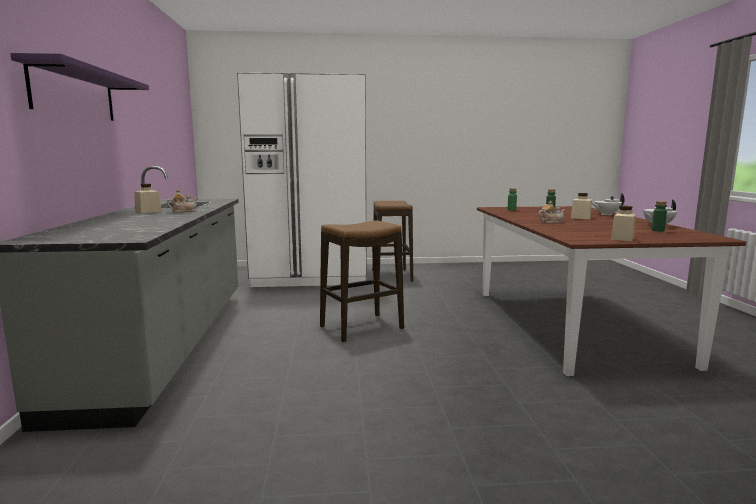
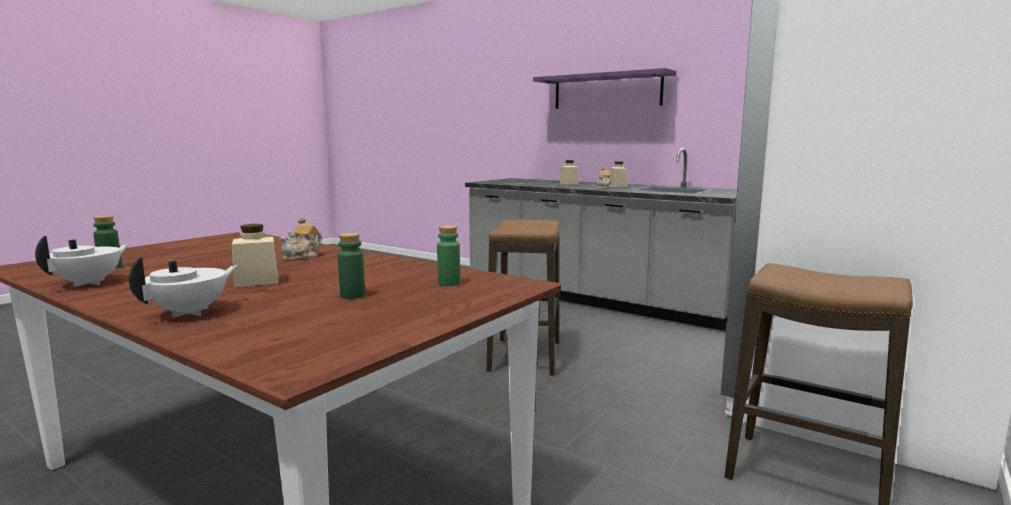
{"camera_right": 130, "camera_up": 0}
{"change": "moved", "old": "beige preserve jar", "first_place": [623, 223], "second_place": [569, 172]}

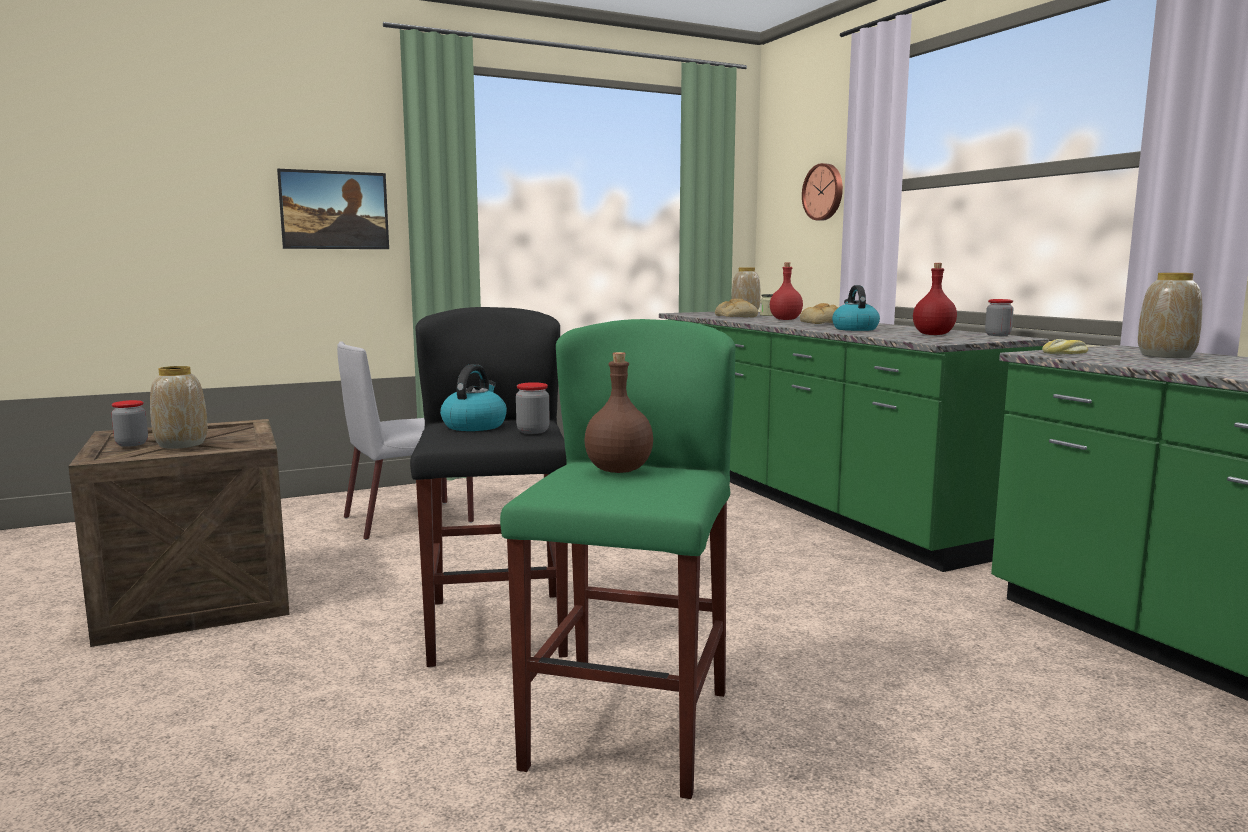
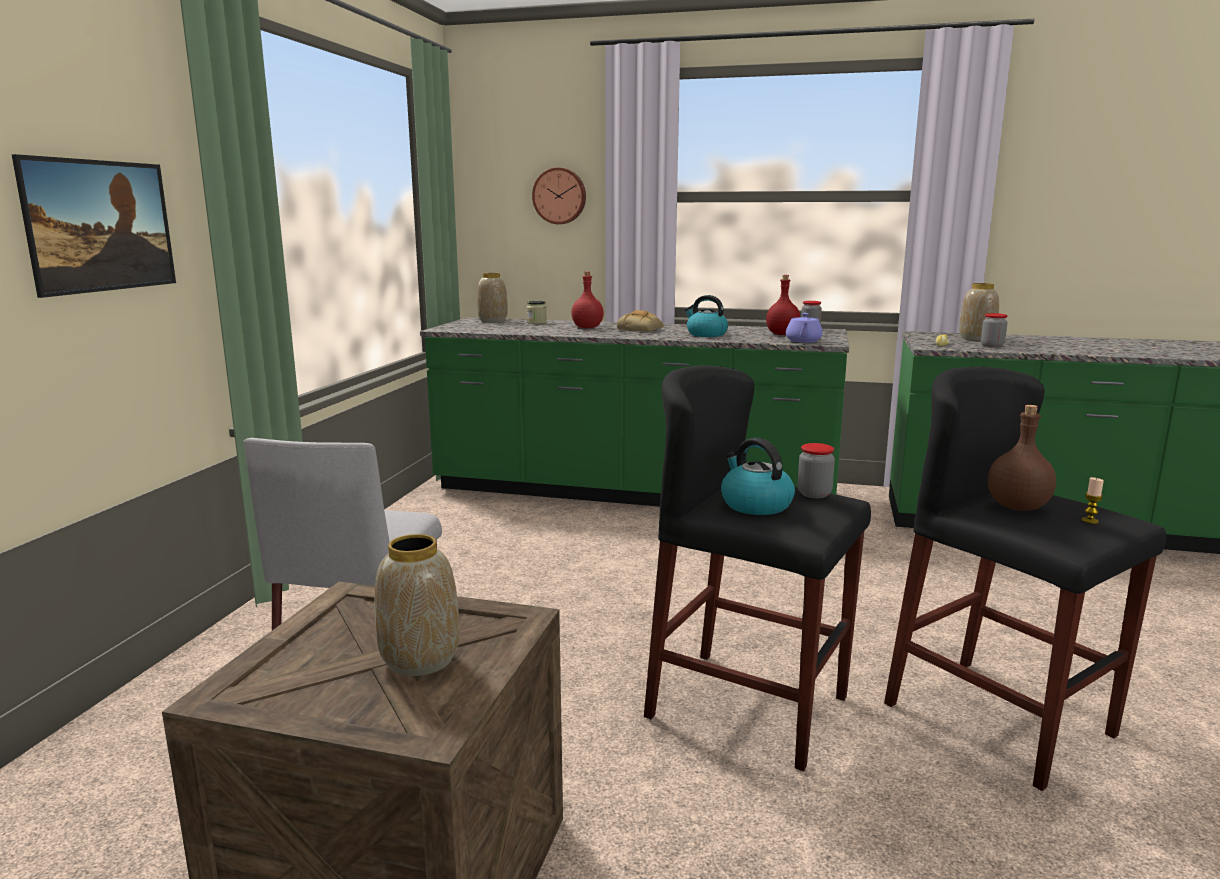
{"camera_right": -50, "camera_up": 5}
{"change": "moved", "old": "preserve jar", "first_place": [129, 423], "second_place": [994, 330]}
{"change": "recoloured", "old": "green sitting stool", "new": "black-coloured sitting stool", "first_place": [617, 559], "second_place": [1025, 578]}
{"change": "removed", "old": "bakery bread", "first_place": [736, 308]}
{"change": "added", "new": "purple teapot", "second_place": [804, 328]}
{"change": "added", "new": "candle", "second_place": [1092, 500]}

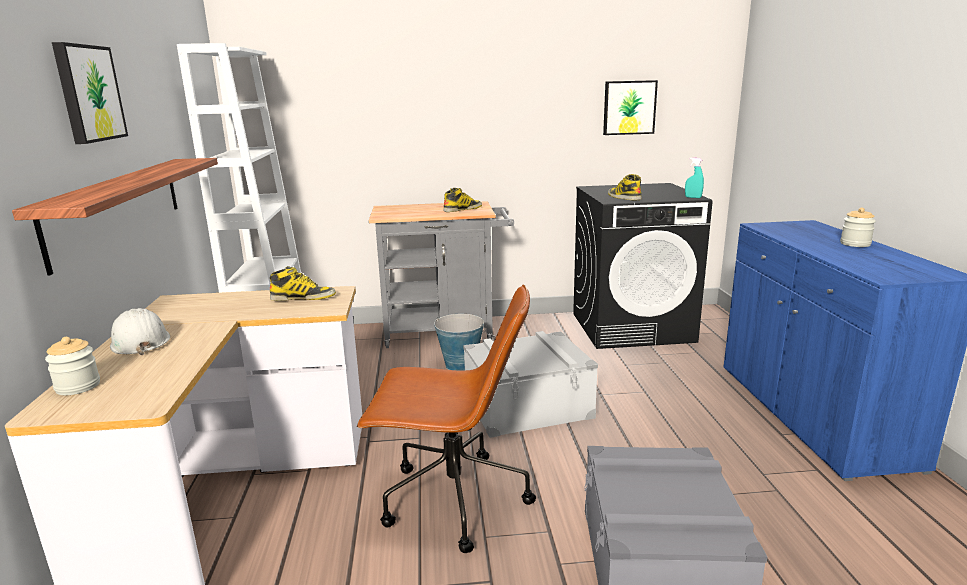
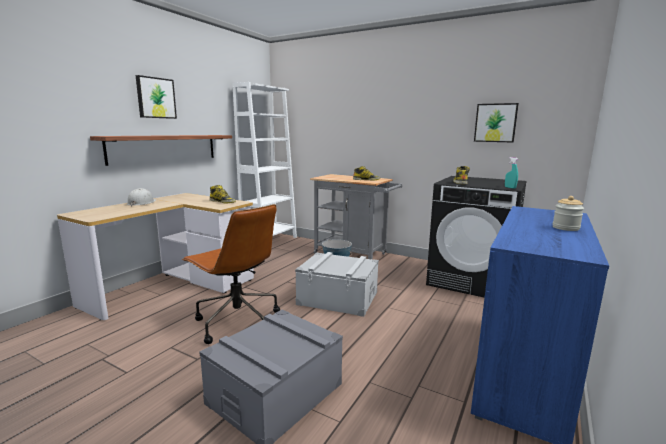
{"camera_right": 35, "camera_up": -5}
{"change": "removed", "old": "preserve jar", "first_place": [72, 366]}

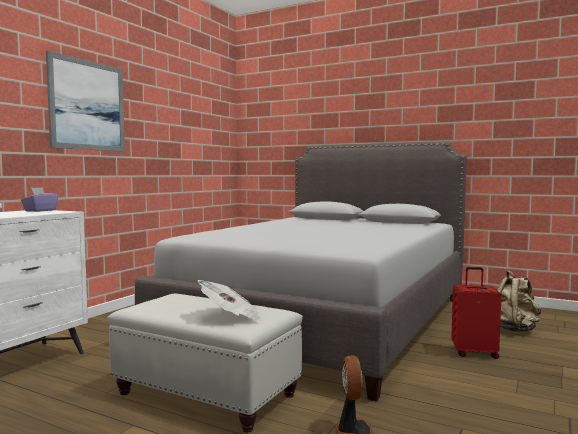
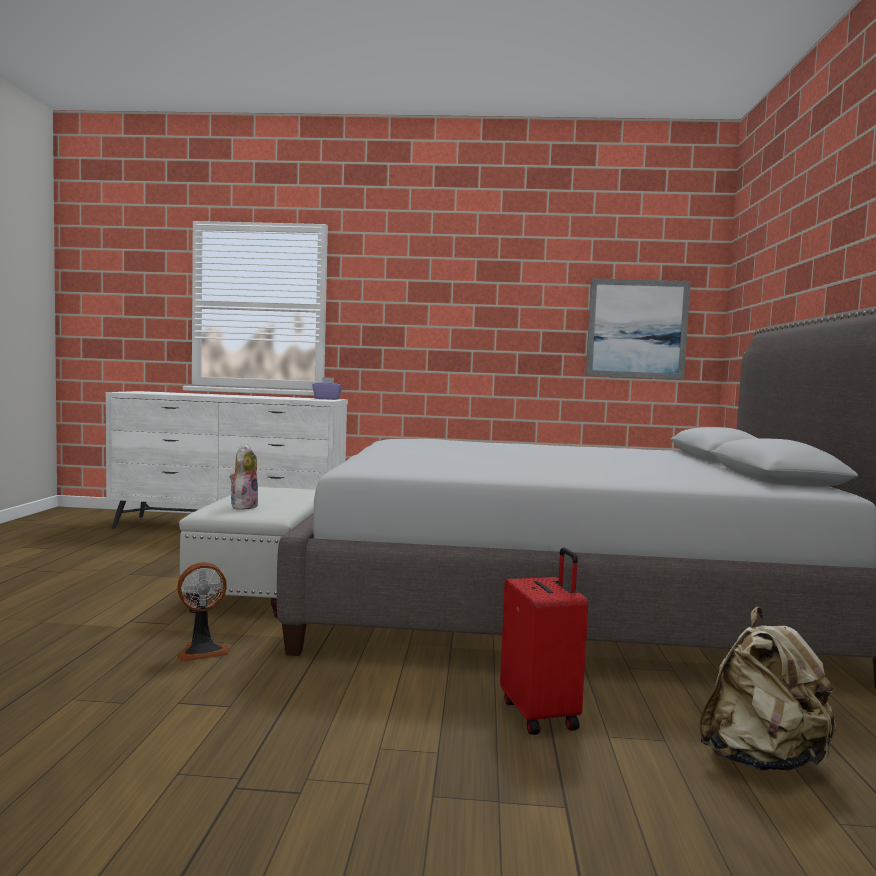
{"camera_right": 65, "camera_up": 0}
{"change": "moved", "old": "wall art", "first_place": [85, 101], "second_place": [638, 328]}
{"change": "replaced", "old": "printed paper", "new": "cuddly toy", "first_place": [229, 300], "second_place": [244, 477]}

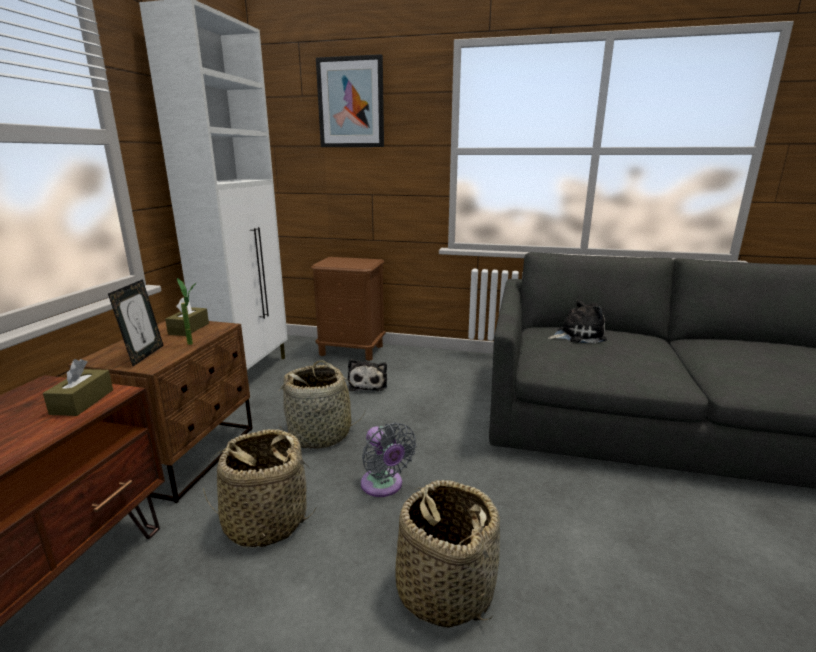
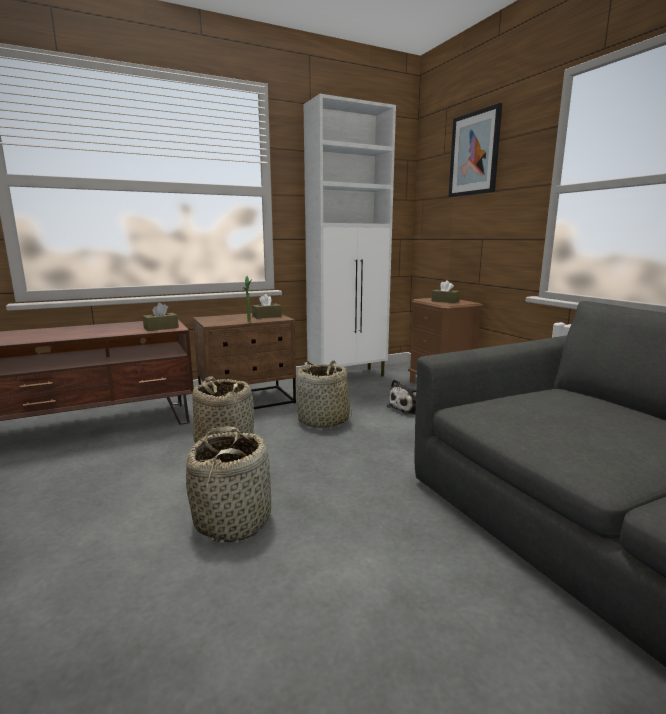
{"camera_right": 50, "camera_up": -5}
{"change": "removed", "old": "photo frame", "first_place": [136, 322]}
{"change": "removed", "old": "grey electric fan", "first_place": [388, 459]}
{"change": "removed", "old": "cuddly toy", "first_place": [577, 322]}
{"change": "added", "new": "brown tissue holder", "second_place": [446, 291]}

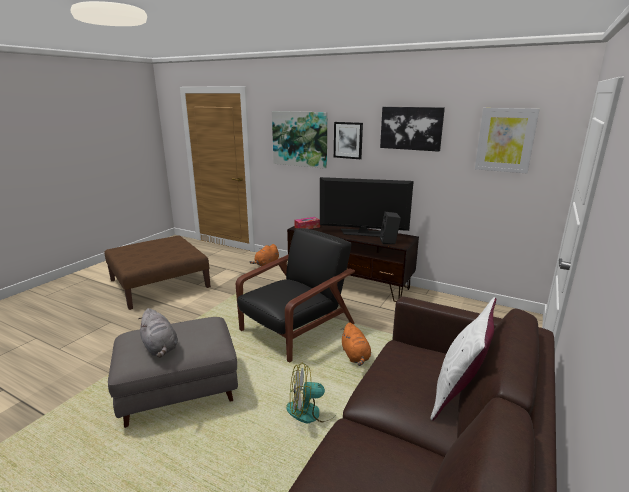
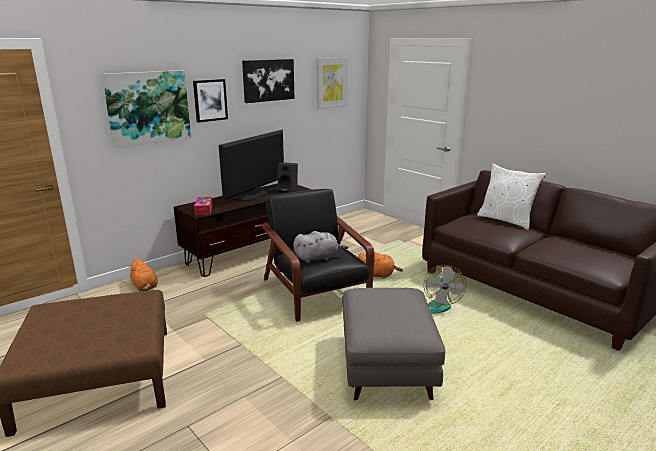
{"camera_right": -70, "camera_up": 0}
{"change": "moved", "old": "grey cuddly toy", "first_place": [158, 333], "second_place": [320, 247]}

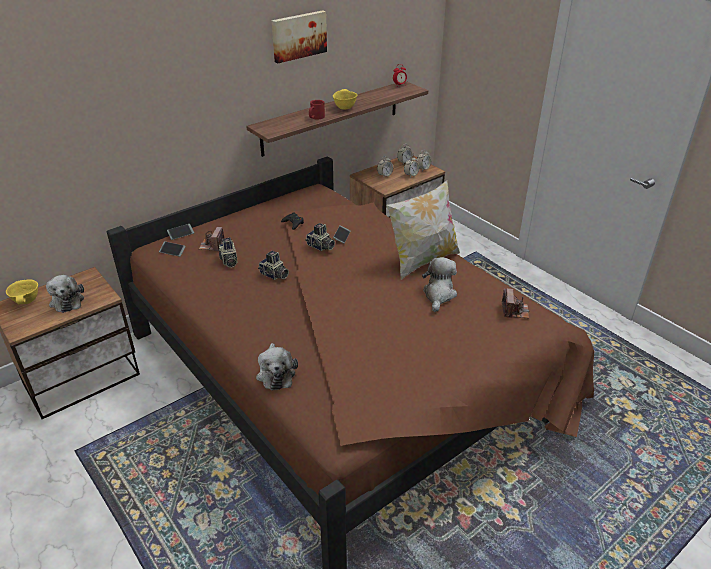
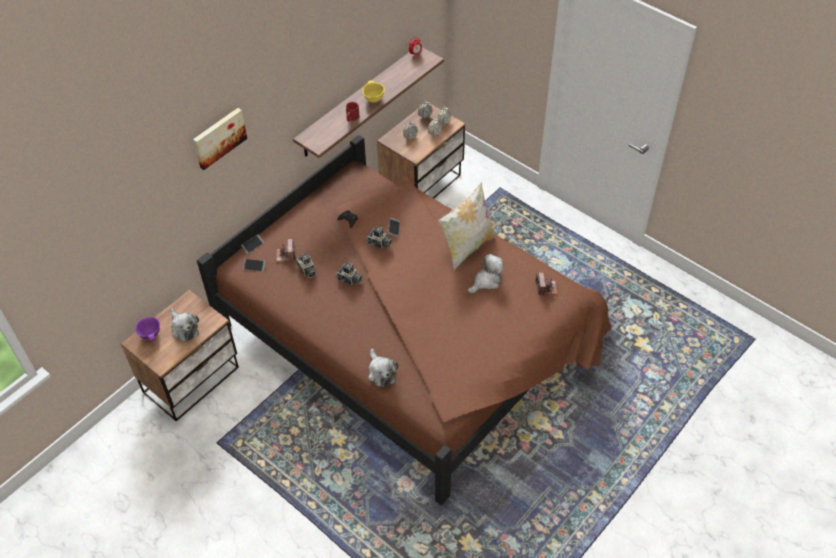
{"camera_right": -10, "camera_up": 15}
{"change": "recoloured", "old": "yellow bowl", "new": "purple bowl", "first_place": [22, 291], "second_place": [147, 329]}
{"change": "moved", "old": "wall art", "first_place": [299, 36], "second_place": [220, 139]}
{"change": "turned", "old": "cuddly toy", "first_place": [439, 284], "second_place": [486, 273], "degrees": 45}

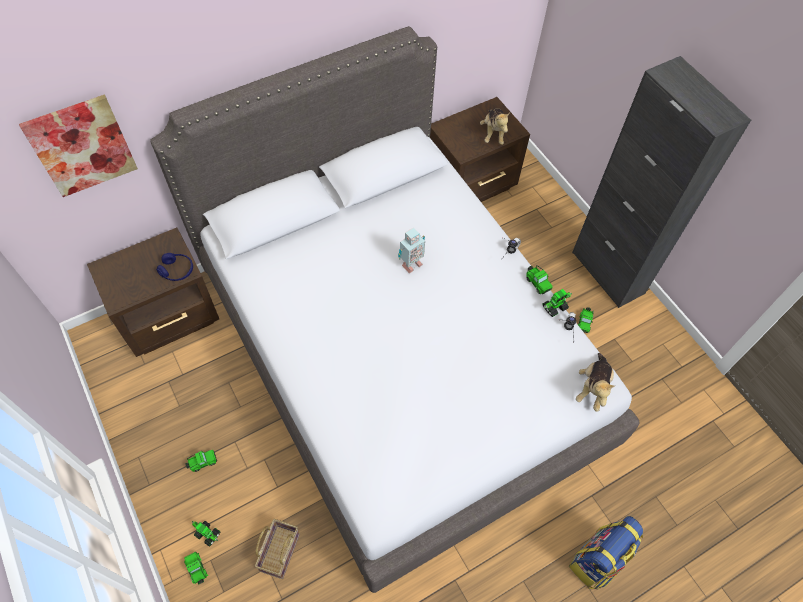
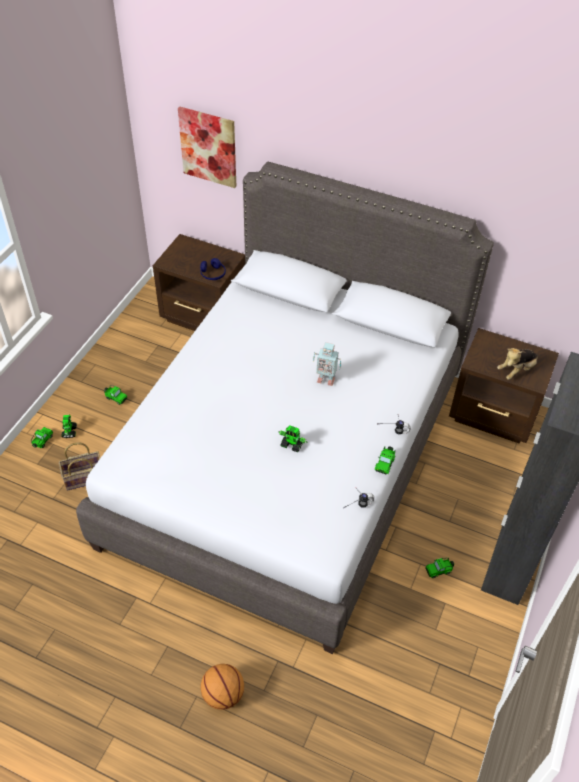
{"camera_right": 55, "camera_up": -10}
{"change": "moved", "old": "model robot", "first_place": [557, 303], "second_place": [292, 438]}
{"change": "replaced", "old": "knapsack", "new": "basketball", "first_place": [606, 552], "second_place": [222, 687]}
{"change": "removed", "old": "cuddly toy", "first_place": [596, 382]}

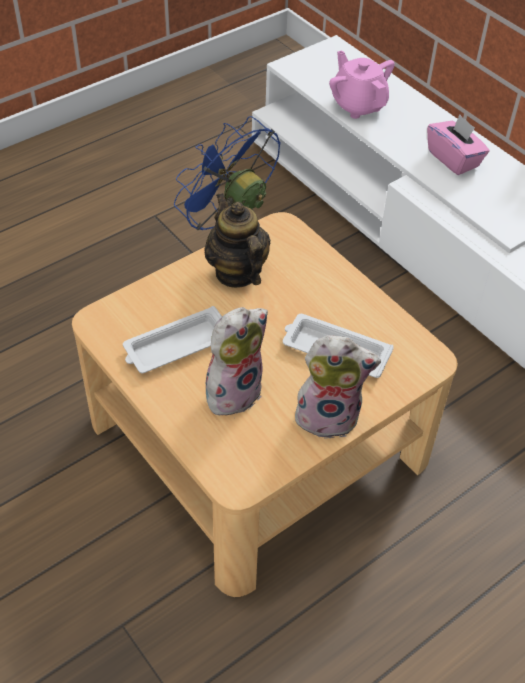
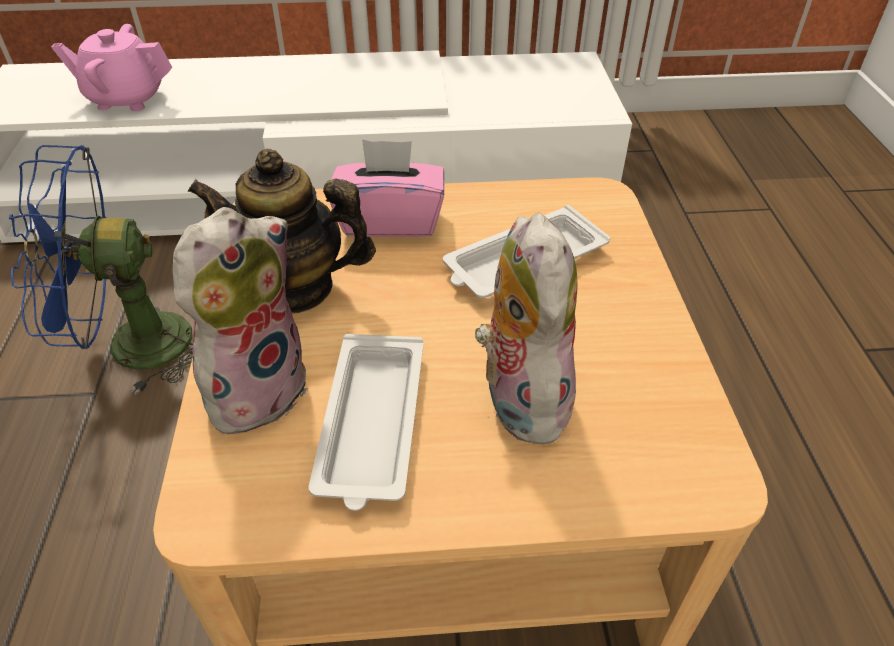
{"camera_right": -55, "camera_up": -5}
{"change": "moved", "old": "cuddly toy", "first_place": [338, 387], "second_place": [240, 325]}
{"change": "moved", "old": "pink tissue holder", "first_place": [458, 145], "second_place": [387, 188]}

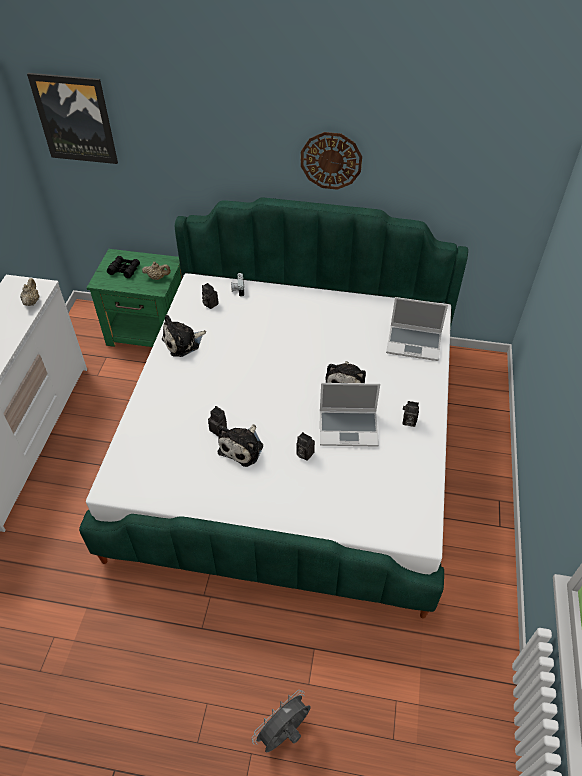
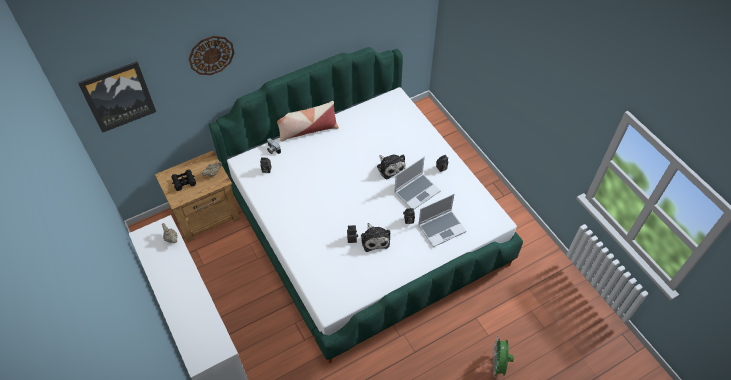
{"camera_right": -40, "camera_up": 5}
{"change": "recoloured", "old": "green bedside table", "new": "brown bedside table", "first_place": [134, 298], "second_place": [197, 196]}
{"change": "removed", "old": "cuddly toy", "first_place": [184, 336]}
{"change": "recoloured", "old": "grey electric fan", "new": "green electric fan", "first_place": [281, 721], "second_place": [503, 356]}
{"change": "moved", "old": "wall clock", "first_place": [331, 161], "second_place": [212, 55]}
{"change": "moved", "old": "laptop", "first_place": [417, 329], "second_place": [442, 220]}
{"change": "added", "new": "pillow", "second_place": [308, 121]}

